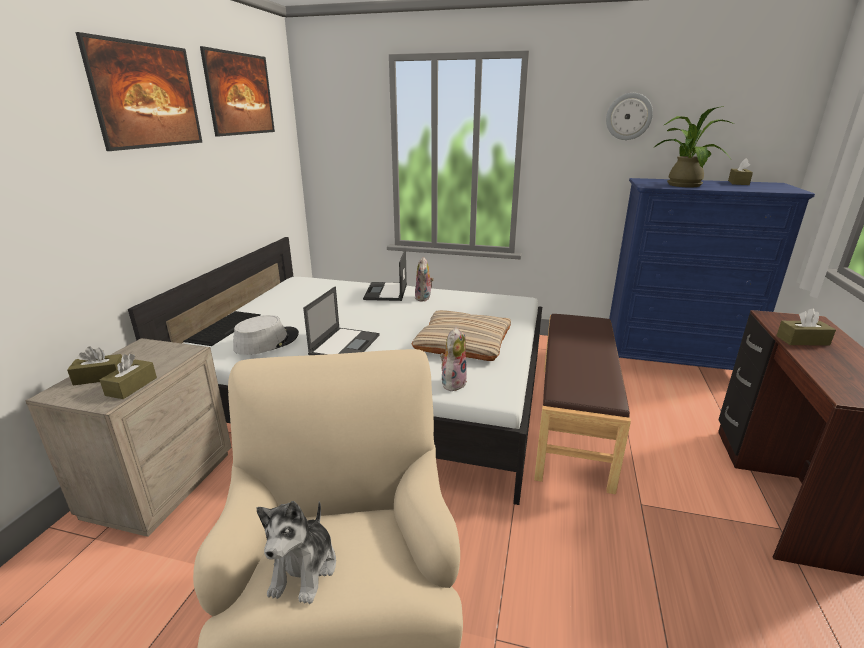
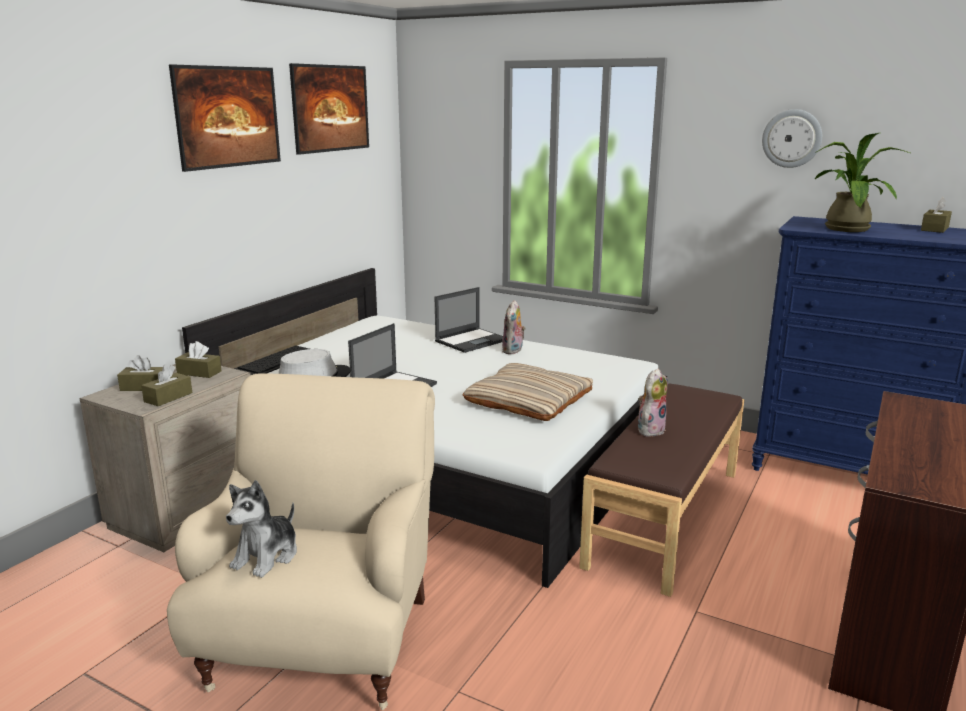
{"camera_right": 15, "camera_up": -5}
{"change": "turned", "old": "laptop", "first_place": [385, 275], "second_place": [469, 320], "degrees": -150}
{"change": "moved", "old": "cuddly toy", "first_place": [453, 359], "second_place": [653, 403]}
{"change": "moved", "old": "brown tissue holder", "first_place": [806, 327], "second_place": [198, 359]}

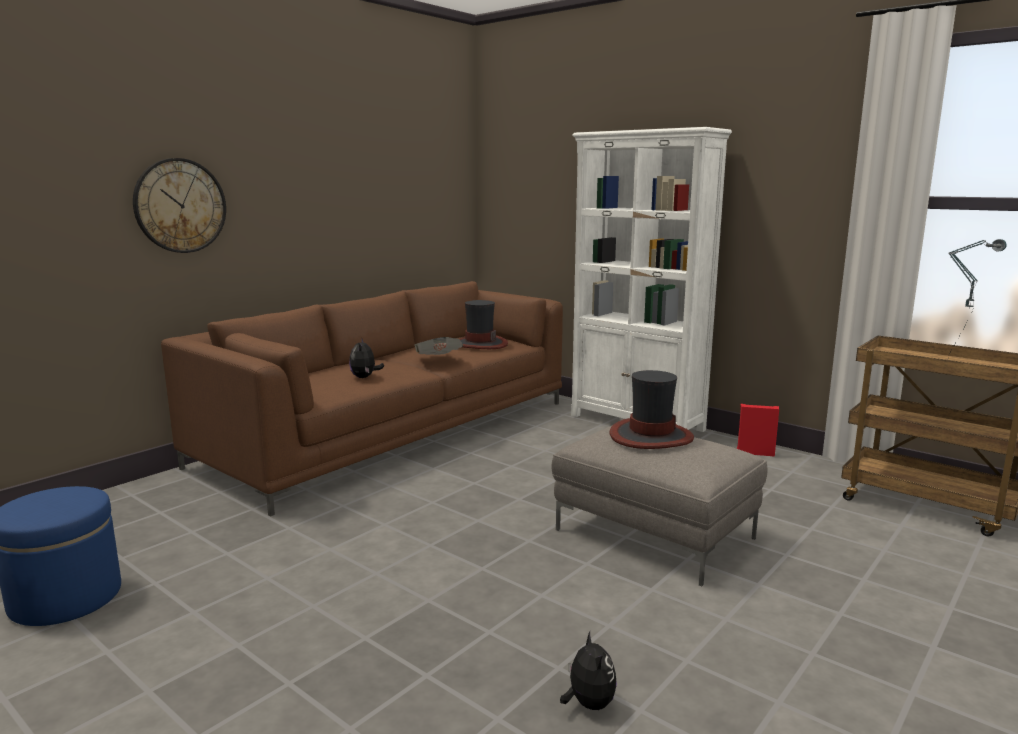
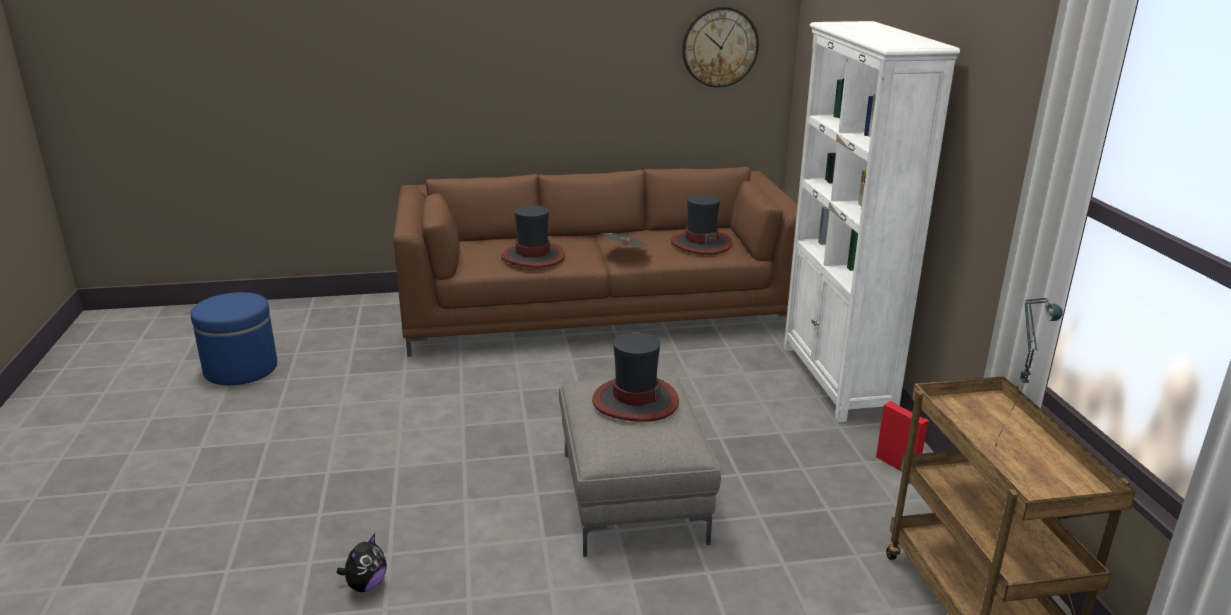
{"camera_right": 40, "camera_up": 10}
{"change": "moved", "old": "wall clock", "first_place": [179, 205], "second_place": [720, 47]}
{"change": "replaced", "old": "cuddly toy", "new": "clothing hat", "first_place": [366, 358], "second_place": [533, 236]}

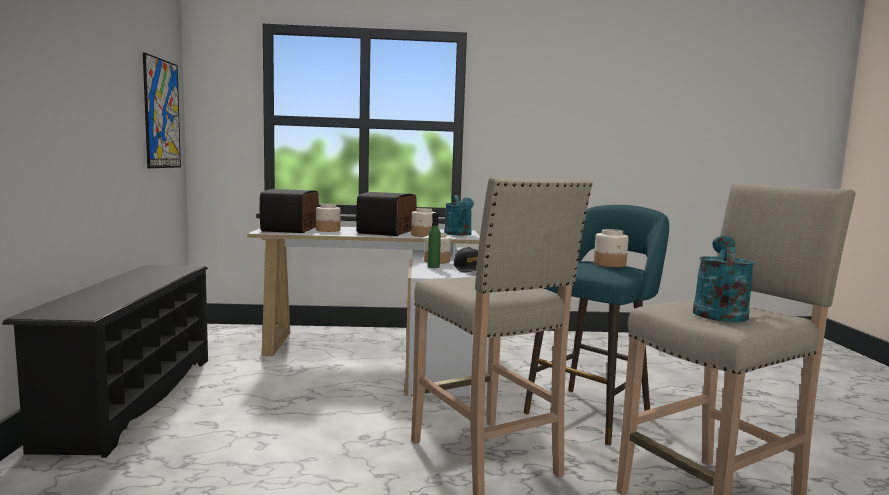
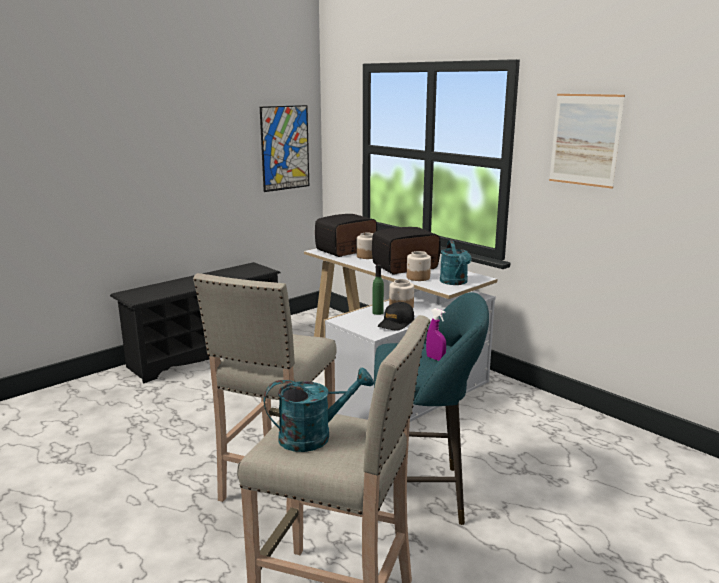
{"camera_right": 50, "camera_up": 10}
{"change": "turned", "old": "turquoise sprinkling can", "first_place": [459, 215], "second_place": [456, 262], "degrees": -45}
{"change": "replaced", "old": "preserve jar", "new": "purple sprayer", "first_place": [611, 248], "second_place": [436, 334]}
{"change": "added", "new": "wall art", "second_place": [587, 141]}

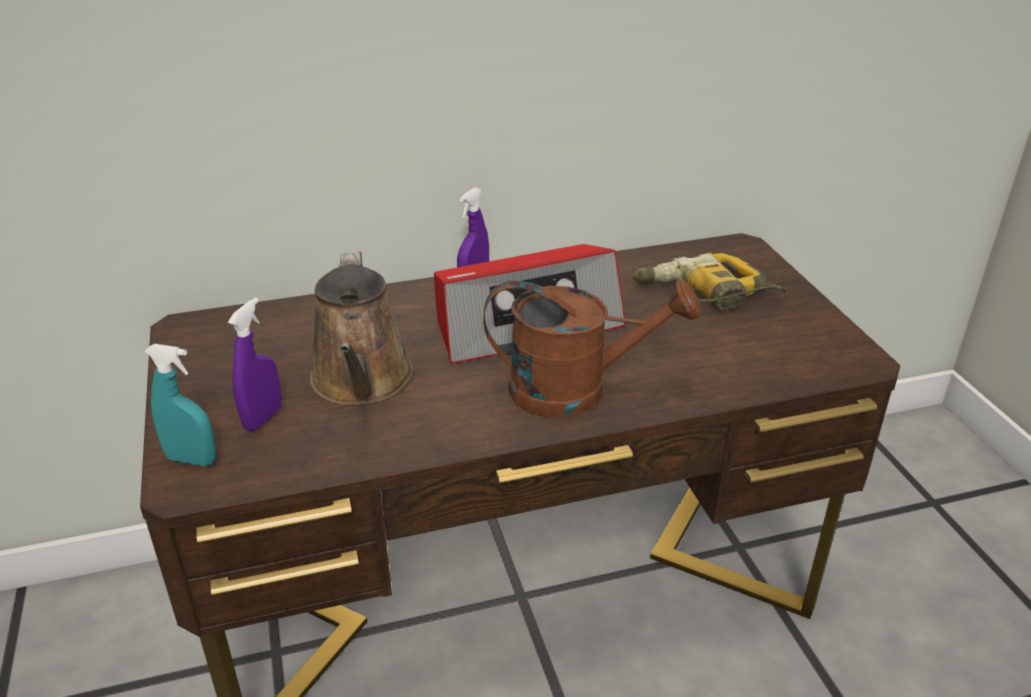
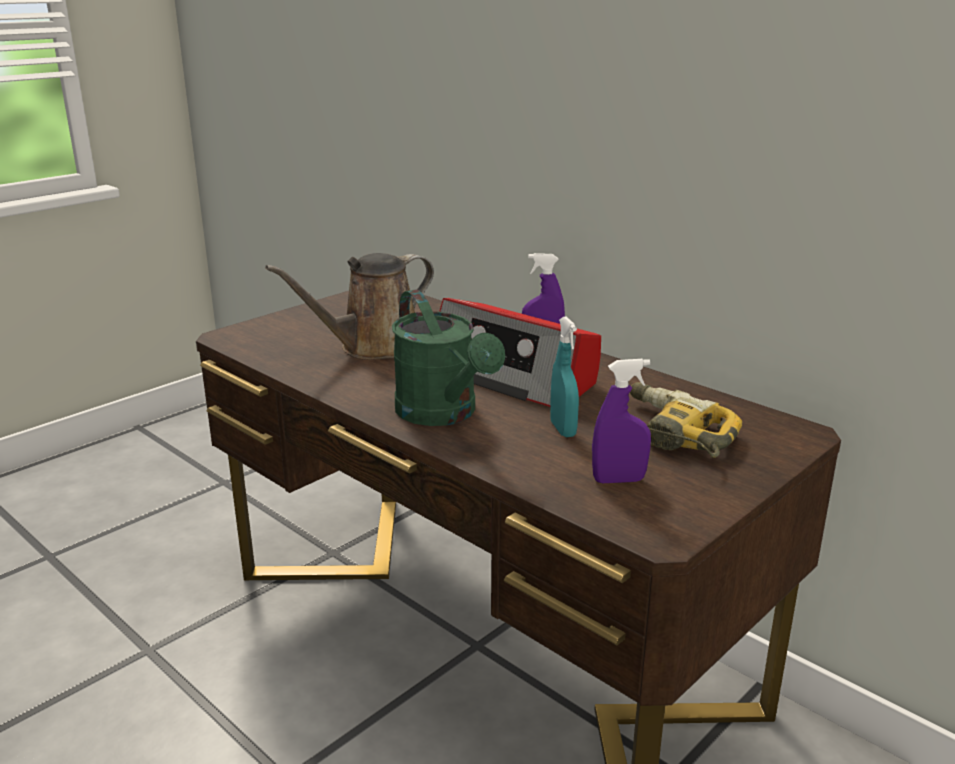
{"camera_right": 60, "camera_up": -10}
{"change": "moved", "old": "turquoise sprayer", "first_place": [180, 405], "second_place": [564, 376]}
{"change": "moved", "old": "purple sprayer", "first_place": [255, 364], "second_place": [621, 421]}
{"change": "recoloured", "old": "brown sprinkling can", "new": "green sprinkling can", "first_place": [592, 349], "second_place": [448, 357]}

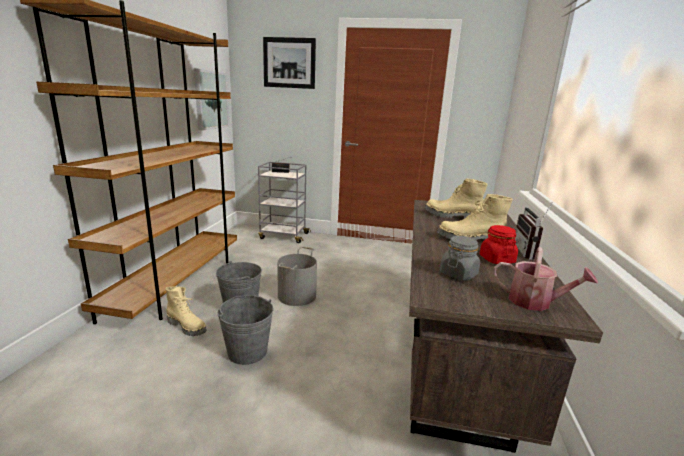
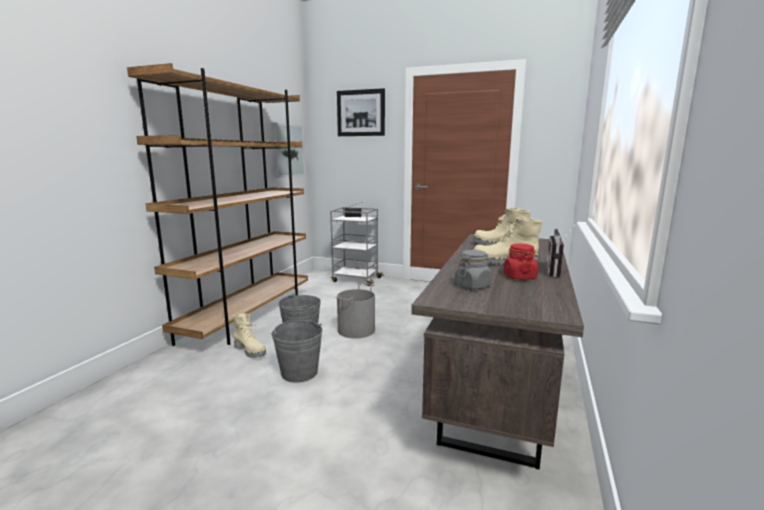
{"camera_right": 10, "camera_up": -5}
{"change": "removed", "old": "sprinkling can", "first_place": [545, 279]}

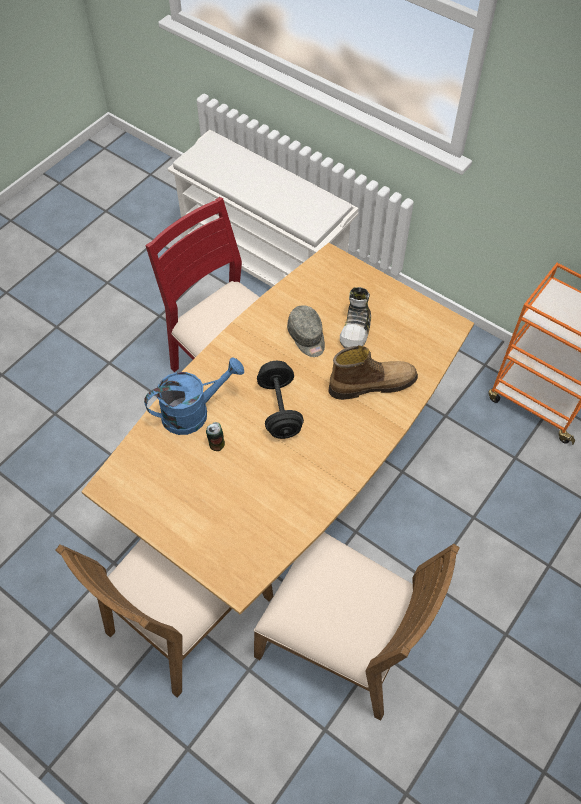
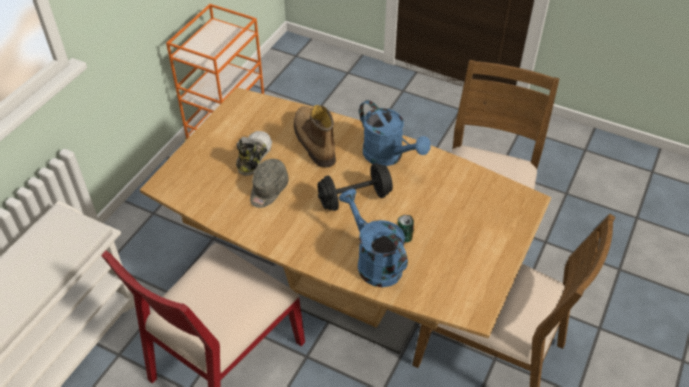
{"camera_right": -100, "camera_up": -10}
{"change": "turned", "old": "grey cap", "first_place": [306, 331], "second_place": [269, 183], "degrees": 150}
{"change": "turned", "old": "low shoe", "first_place": [355, 317], "second_place": [254, 153], "degrees": -75}
{"change": "added", "new": "bluish sprinkling can", "second_place": [395, 133]}

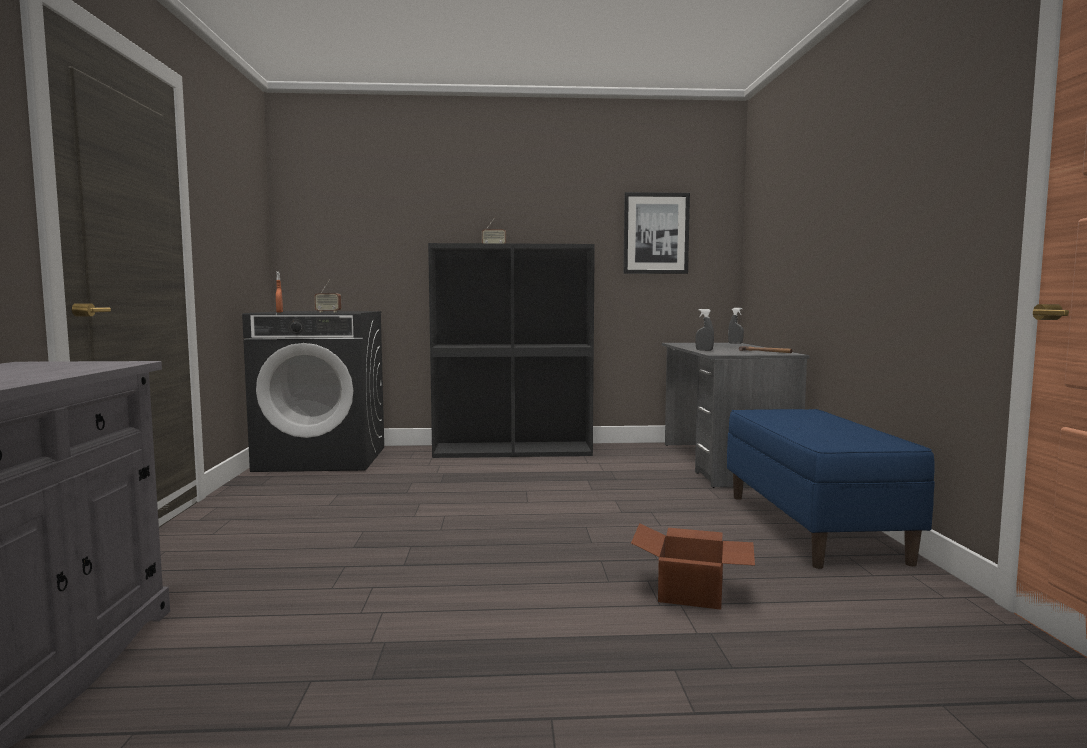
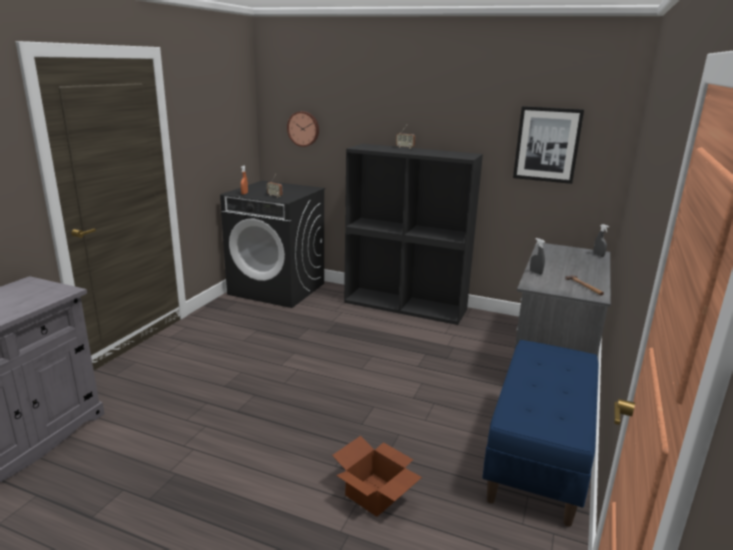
{"camera_right": 25, "camera_up": 15}
{"change": "added", "new": "wall clock", "second_place": [303, 129]}

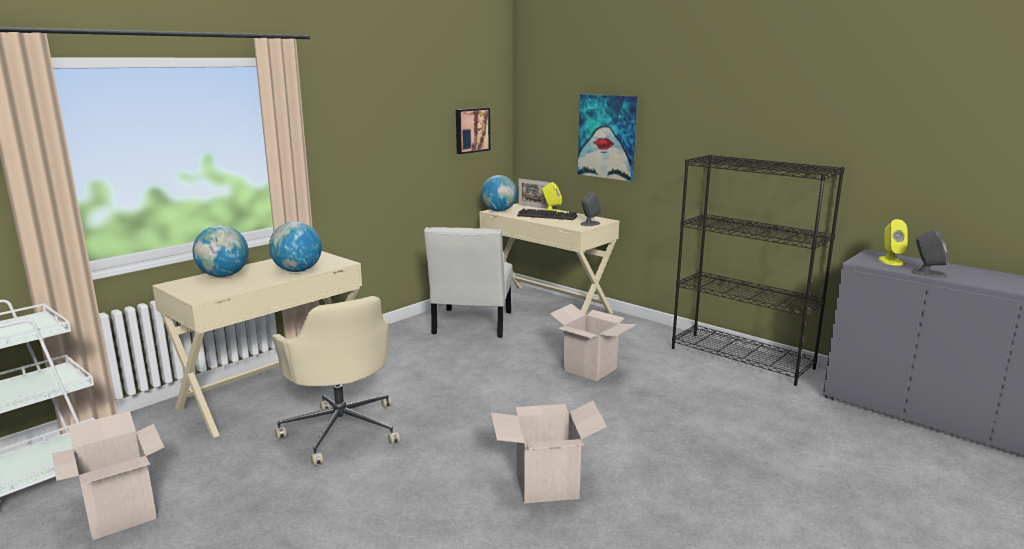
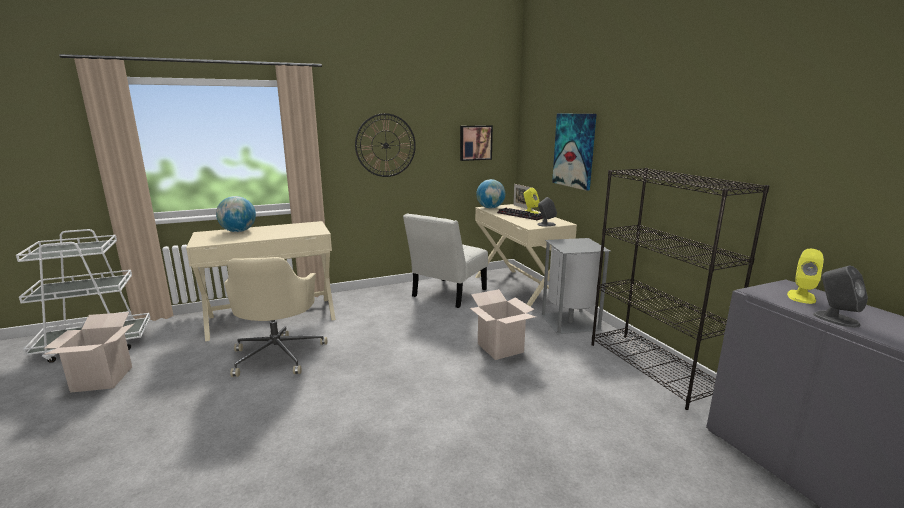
{"camera_right": 25, "camera_up": 0}
{"change": "removed", "old": "desk globe", "first_place": [295, 247]}
{"change": "removed", "old": "carton", "first_place": [549, 452]}
{"change": "added", "new": "wall clock", "second_place": [385, 145]}
{"change": "added", "new": "grey trash can", "second_place": [575, 286]}

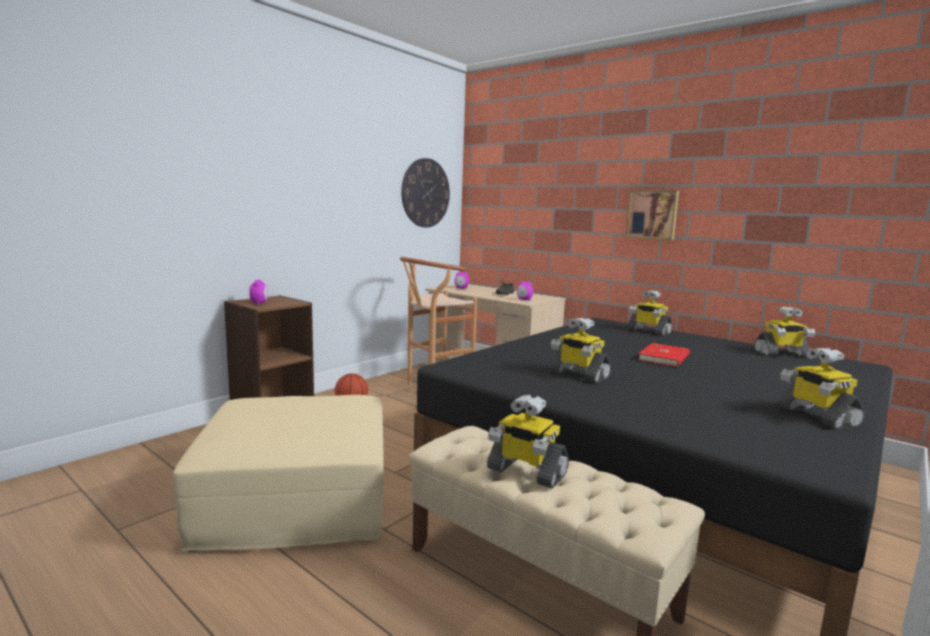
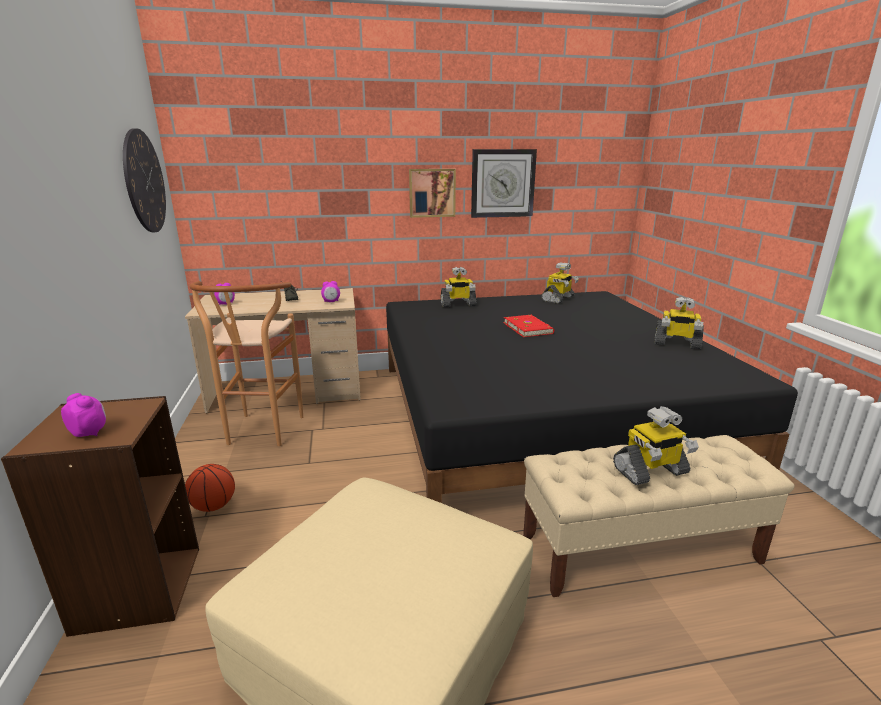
{"camera_right": -50, "camera_up": 10}
{"change": "removed", "old": "model robot", "first_place": [580, 350]}
{"change": "added", "new": "wall clock", "second_place": [504, 183]}

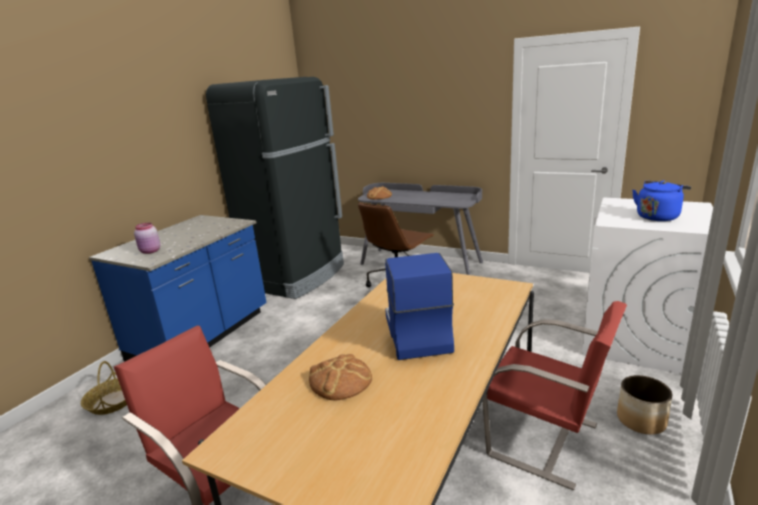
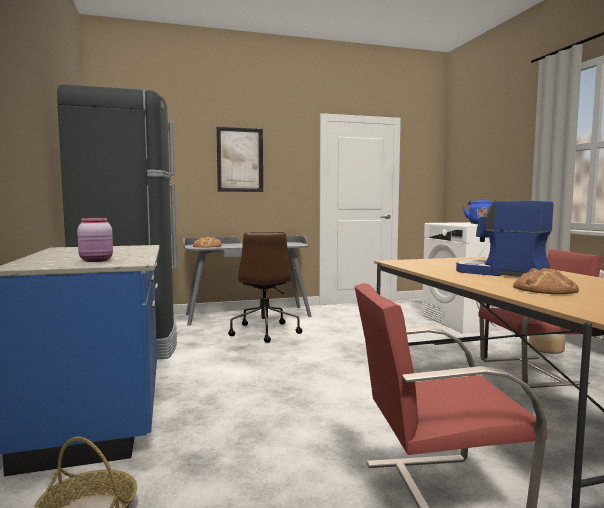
{"camera_right": -45, "camera_up": -15}
{"change": "added", "new": "wall art", "second_place": [239, 159]}

